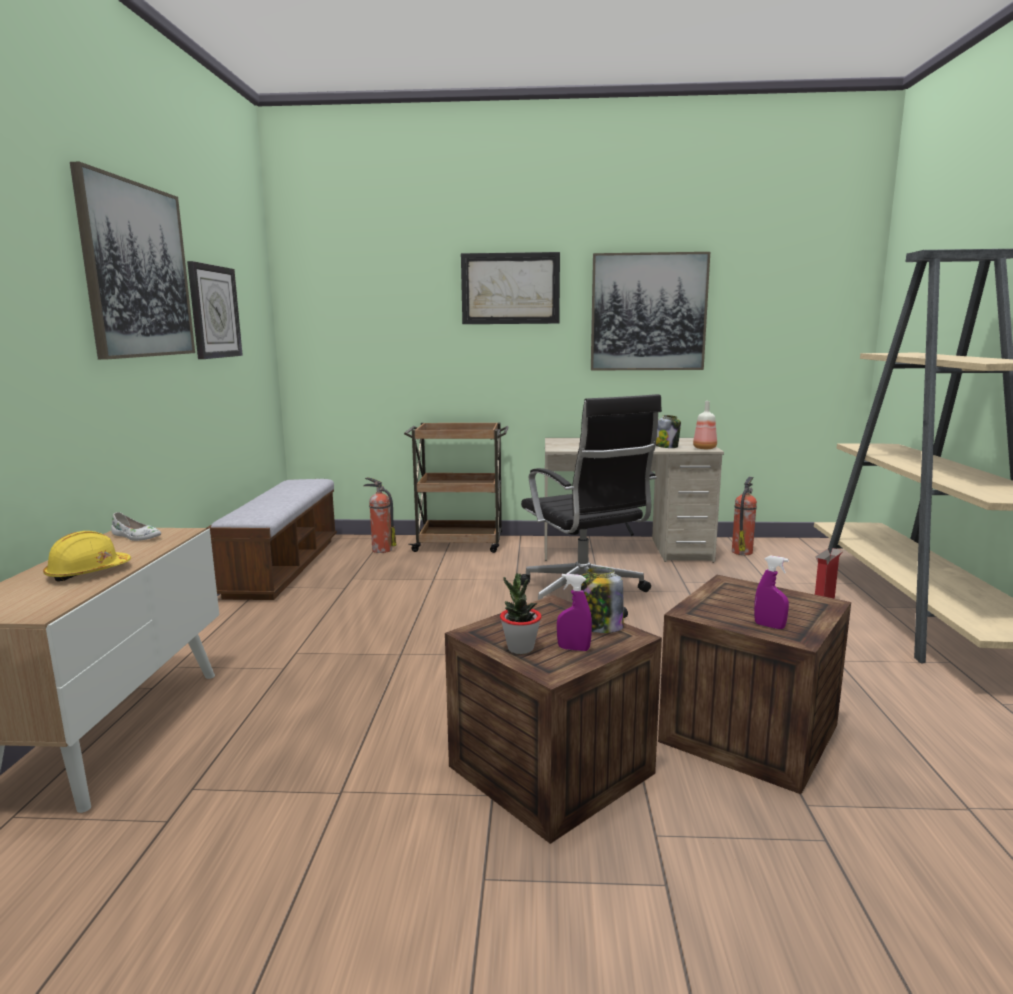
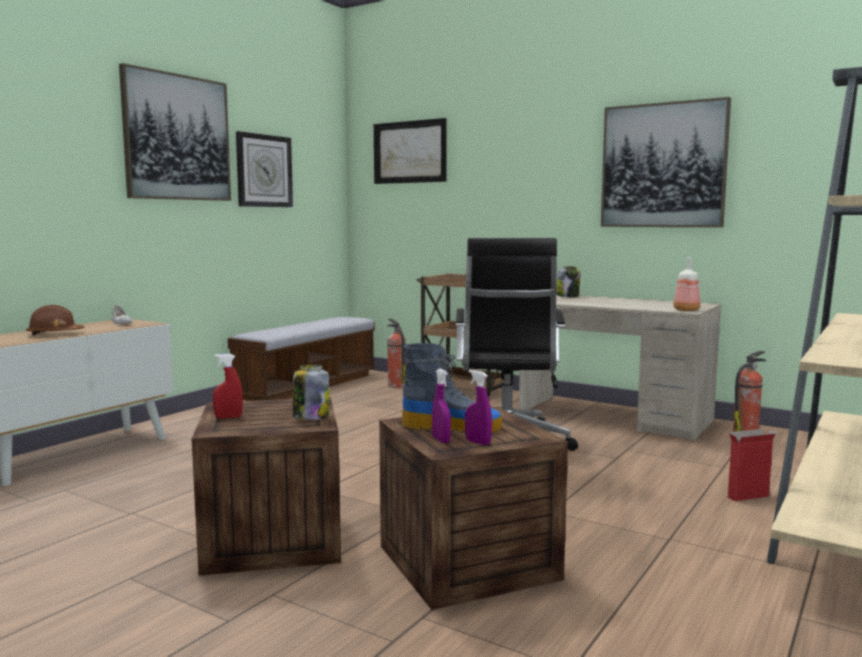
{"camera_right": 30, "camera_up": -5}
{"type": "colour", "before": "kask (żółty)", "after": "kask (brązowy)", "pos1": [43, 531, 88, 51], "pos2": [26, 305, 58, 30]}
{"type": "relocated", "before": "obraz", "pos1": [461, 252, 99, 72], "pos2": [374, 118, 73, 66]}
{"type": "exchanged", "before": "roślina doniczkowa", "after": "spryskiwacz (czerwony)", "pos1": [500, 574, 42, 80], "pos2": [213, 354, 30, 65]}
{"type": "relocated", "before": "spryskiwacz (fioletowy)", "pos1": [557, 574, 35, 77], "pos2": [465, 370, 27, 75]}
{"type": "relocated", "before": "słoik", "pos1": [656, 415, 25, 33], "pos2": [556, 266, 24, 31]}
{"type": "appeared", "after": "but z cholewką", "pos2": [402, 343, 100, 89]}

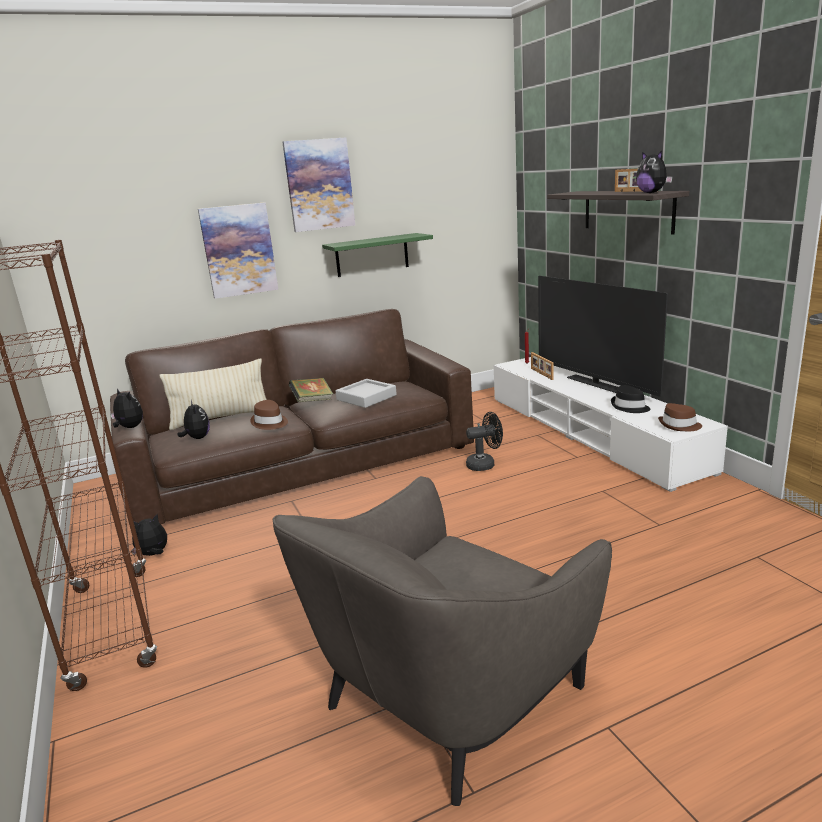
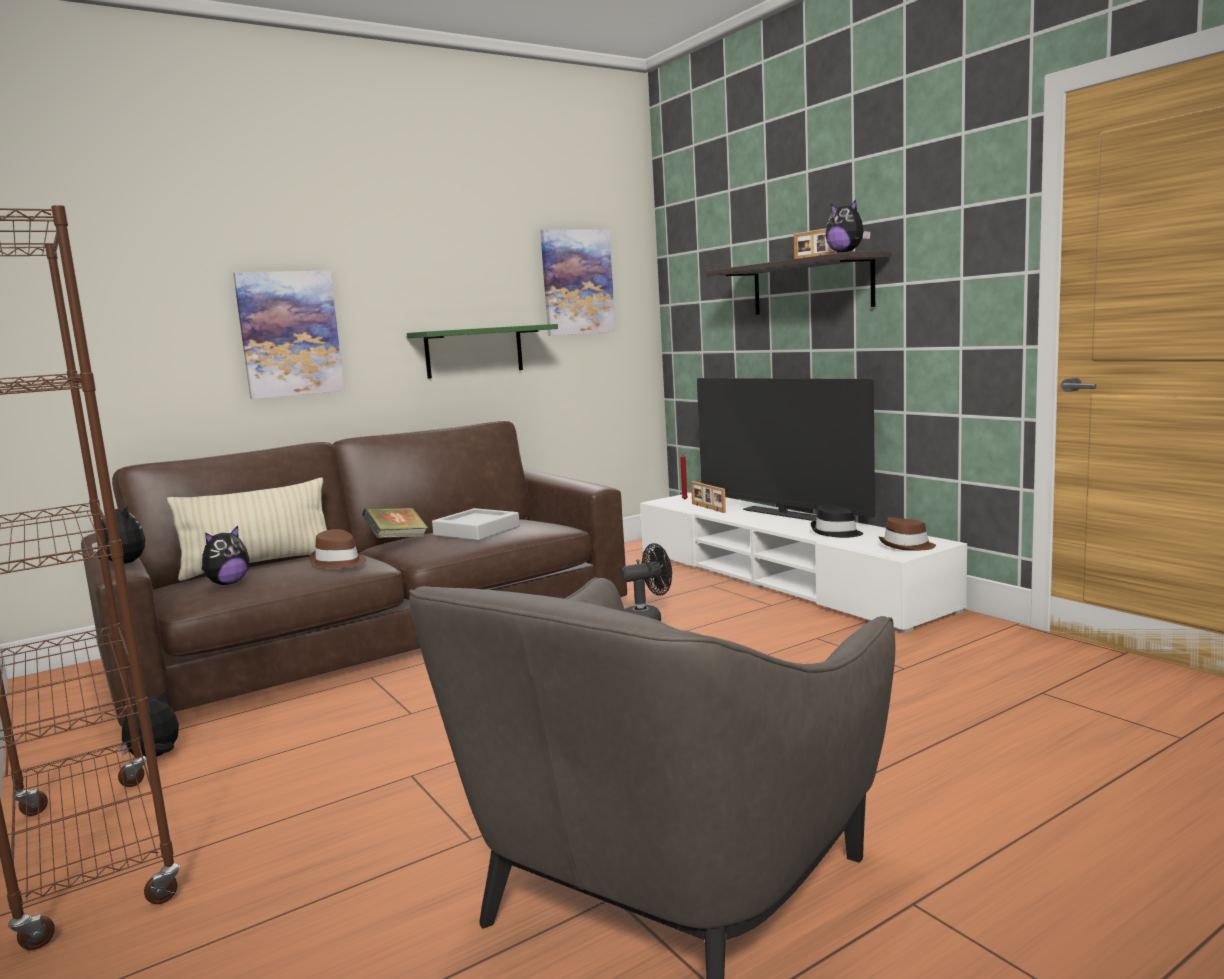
{"camera_right": -10, "camera_up": -10}
{"type": "spun", "before": "pluszak", "pos1": [178, 400, 32, 39], "pos2": [201, 526, 48, 59], "turn": 75}
{"type": "relocated", "before": "obraz", "pos1": [282, 138, 73, 94], "pos2": [540, 229, 75, 107]}

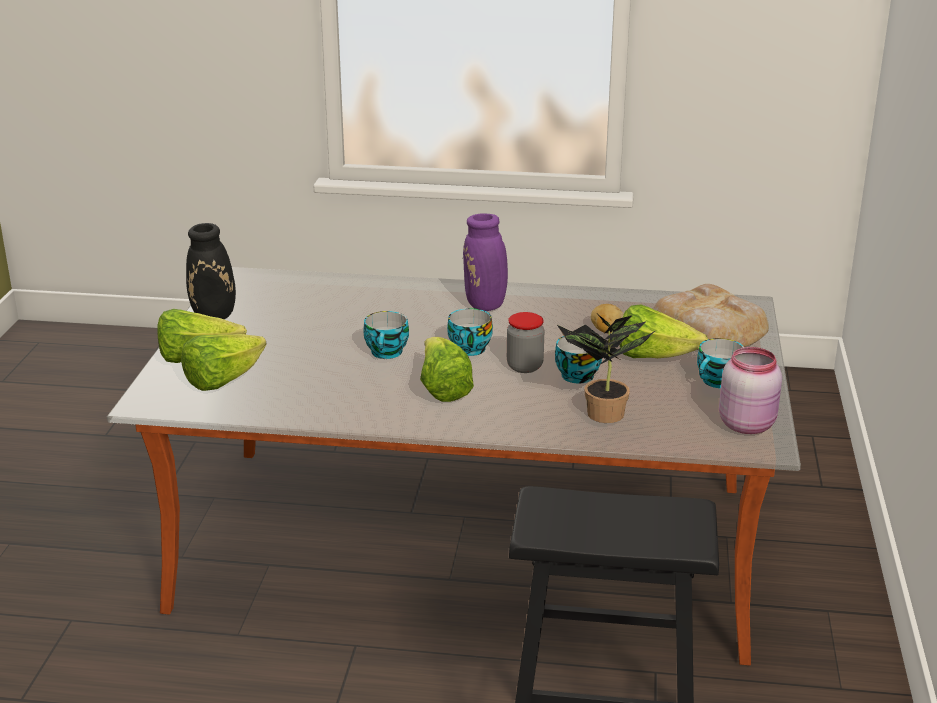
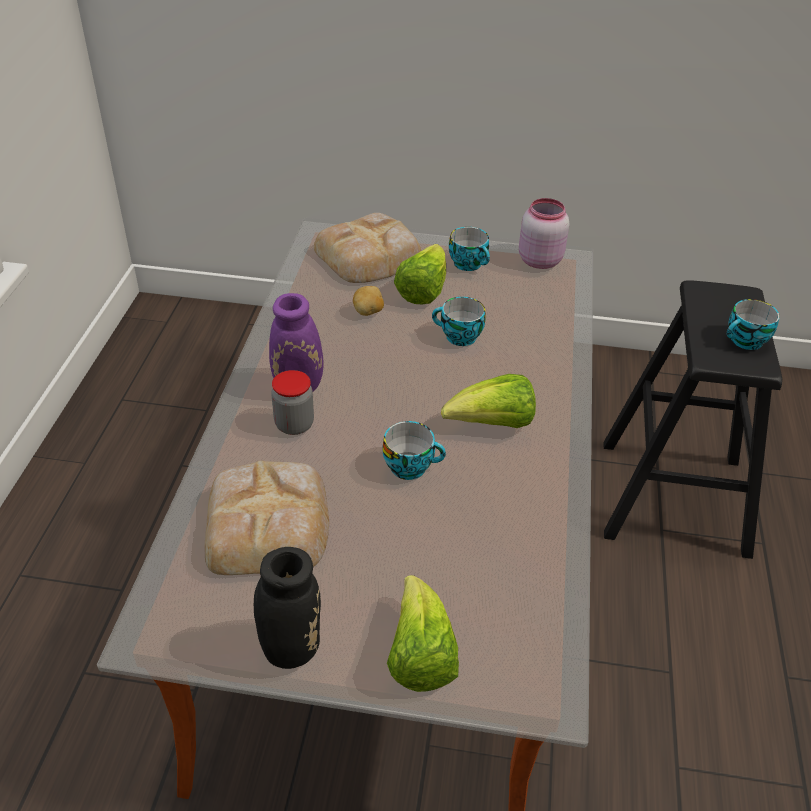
{"camera_right": -90, "camera_up": 15}
{"type": "missing", "before": "sałata", "pos1": [181, 334, 85, 57]}
{"type": "relocated", "before": "filiżanka", "pos1": [447, 308, 46, 48], "pos2": [727, 299, 53, 51]}
{"type": "relocated", "before": "słoik", "pos1": [507, 312, 38, 61], "pos2": [271, 370, 43, 65]}
{"type": "missing", "before": "roślina doniczkowa", "pos1": [557, 315, 98, 108]}
{"type": "appeared", "after": "chleb", "pos2": [205, 460, 124, 115]}

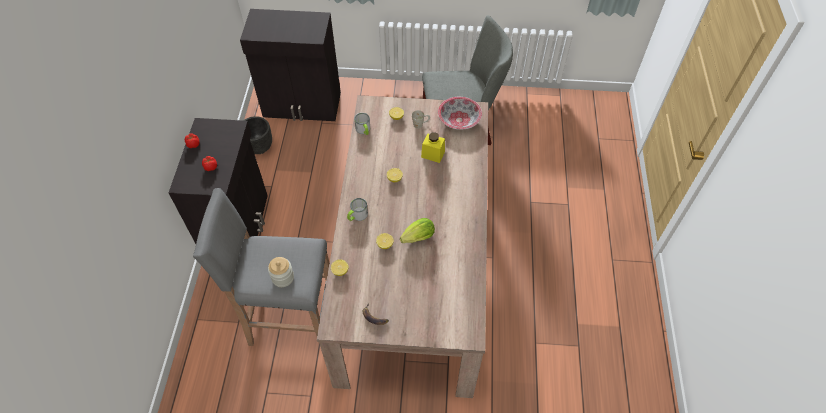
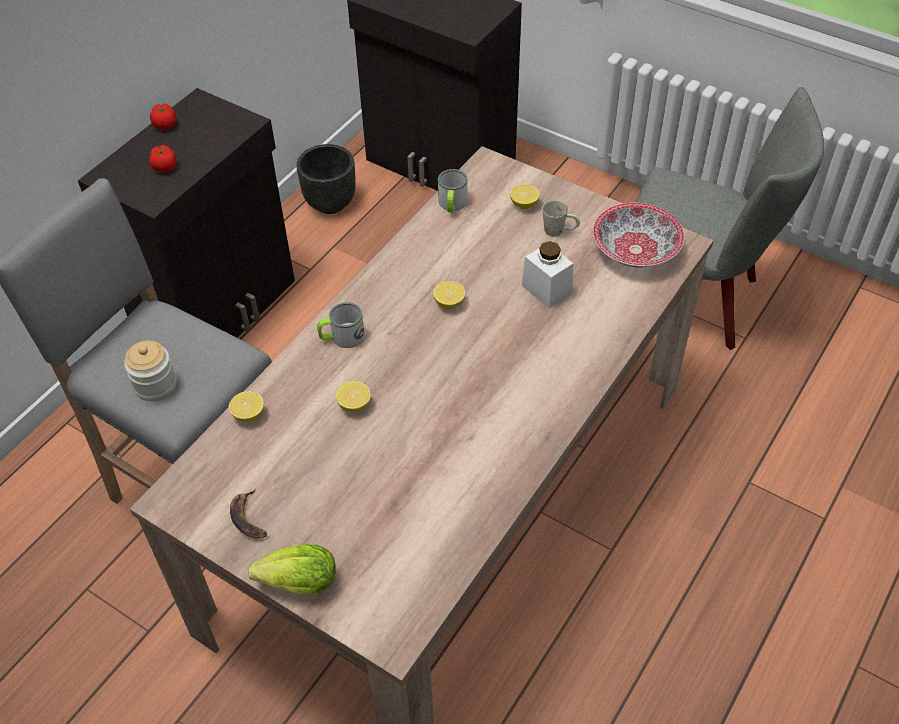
{"camera_right": 30, "camera_up": -5}
{"type": "relocated", "before": "sałata", "pos1": [400, 218, 35, 25], "pos2": [248, 544, 88, 50]}
{"type": "colour", "before": "słoik (żółty)", "after": "słoik (biały)", "pos1": [421, 133, 24, 30], "pos2": [522, 241, 51, 67]}

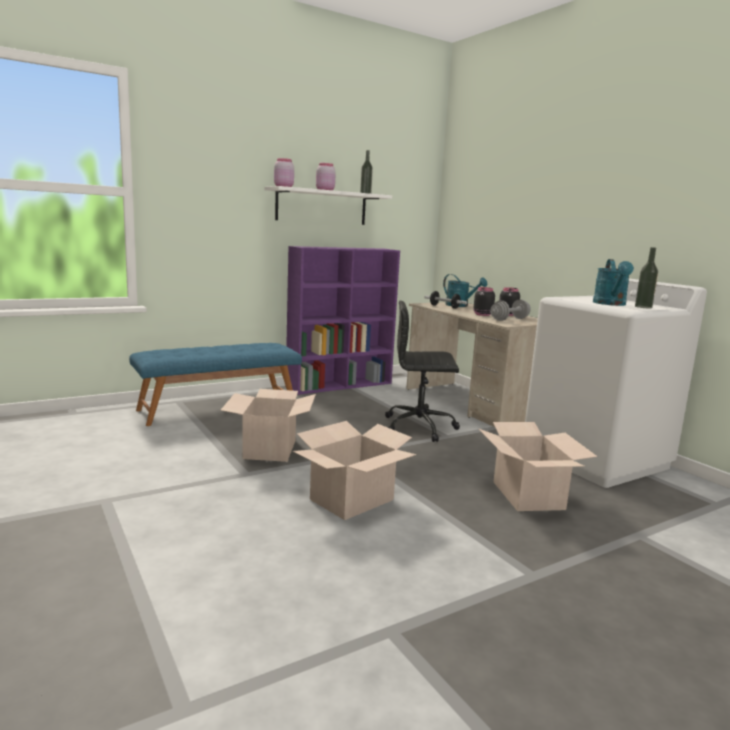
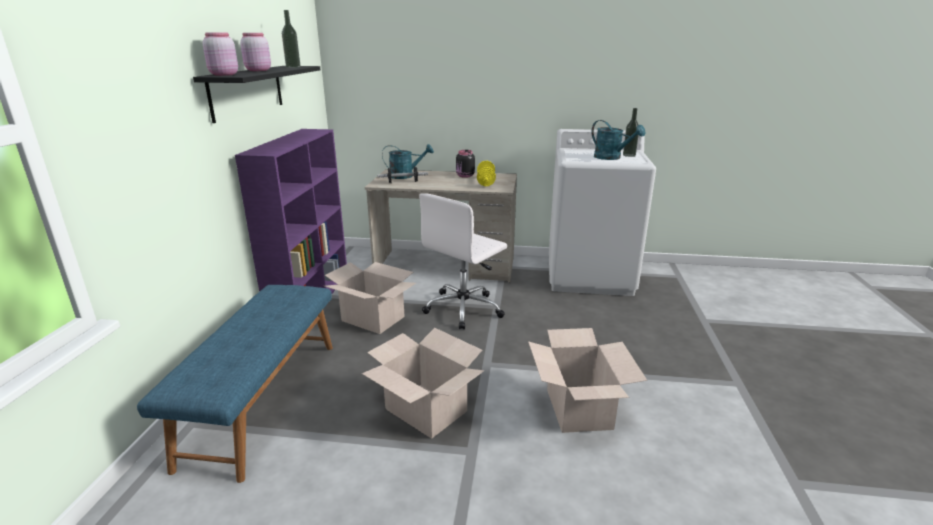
{"camera_right": -50, "camera_up": 10}
{"type": "colour", "before": "półka (biały)", "after": "półka (czarny)", "pos1": [265, 186, 127, 39], "pos2": [193, 66, 128, 57]}
{"type": "colour", "before": "krzesło biurowe (czarny)", "after": "krzesło biurowe (biały)", "pos1": [385, 301, 75, 141], "pos2": [419, 193, 88, 136]}
{"type": "missing", "before": "słoik (czarny)", "pos1": [473, 287, 22, 29]}
{"type": "relocated", "before": "karton", "pos1": [479, 422, 118, 89], "pos2": [325, 262, 91, 72]}
{"type": "colour", "before": "hantel (szary)", "after": "hantel (żółty)", "pos1": [490, 299, 41, 22], "pos2": [477, 161, 19, 25]}

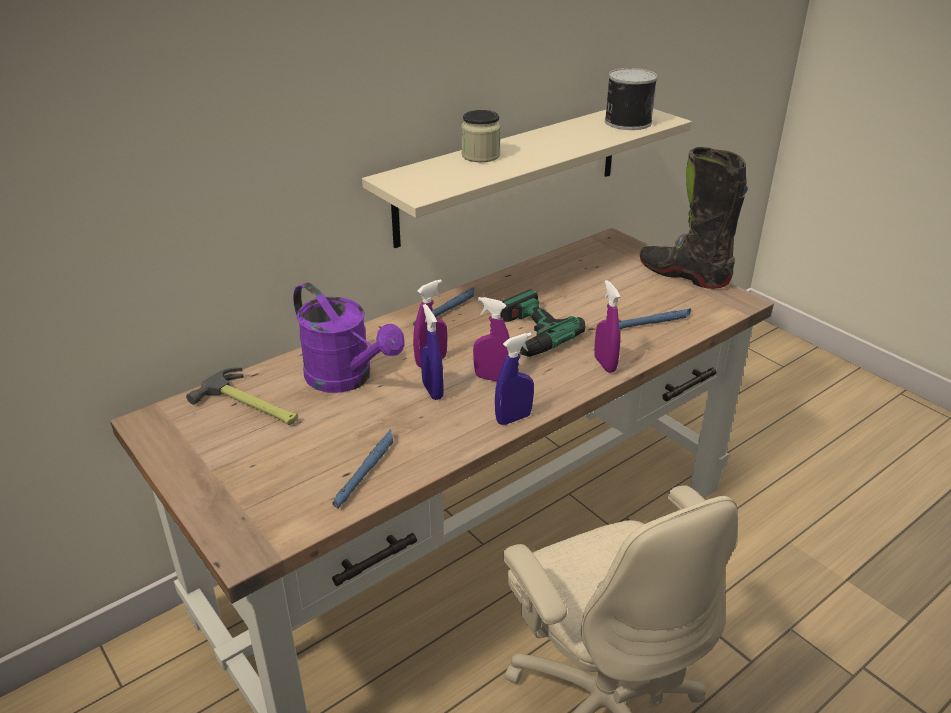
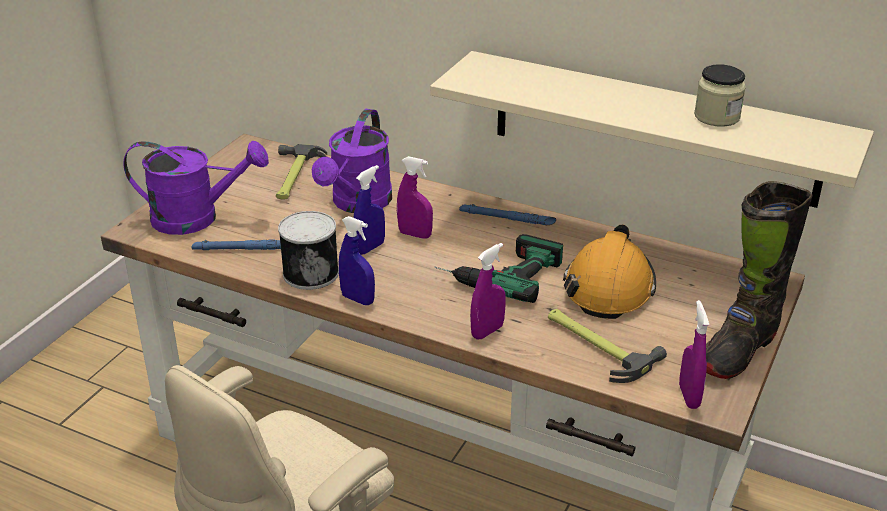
{"camera_right": 65, "camera_up": 0}
{"type": "relocated", "before": "słoik", "pos1": [461, 110, 40, 52], "pos2": [694, 64, 52, 63]}
{"type": "relocated", "before": "spryskiwacz (fioletowy)", "pos1": [473, 297, 37, 85], "pos2": [679, 300, 30, 109]}
{"type": "relocated", "before": "puszka", "pos1": [605, 68, 52, 62], "pos2": [278, 211, 61, 79]}
{"type": "exchanged", "before": "latarka (niebieski)", "after": "młotek", "pos1": [619, 308, 72, 21], "pos2": [548, 309, 119, 74]}
{"type": "spun", "before": "but z cholewką (czarny)", "pos1": [640, 147, 108, 142], "pos2": [706, 181, 107, 198], "turn": -150}
{"type": "appeared", "after": "konewka (fioletowy)", "pos2": [123, 141, 146, 94]}
{"type": "appeared", "after": "kask (pomarańczowy)", "pos2": [563, 225, 93, 94]}

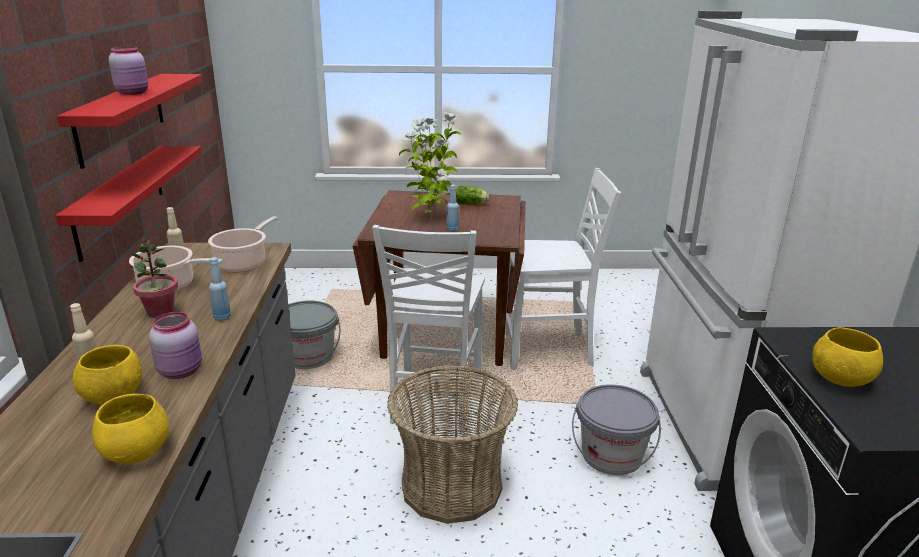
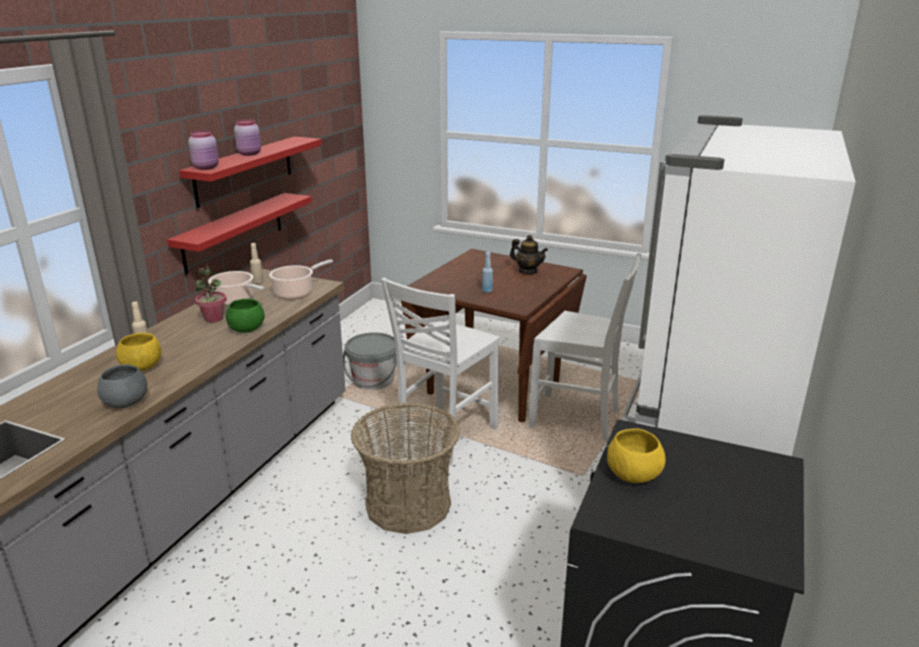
{"camera_right": 25, "camera_up": 0}
{"type": "colour", "before": "miska (żółty)", "after": "miska (szary)", "pos1": [92, 394, 78, 70], "pos2": [97, 364, 50, 44]}
{"type": "relocated", "before": "słoik (różowy)", "pos1": [149, 312, 53, 67], "pos2": [188, 130, 31, 40]}
{"type": "exchanged", "before": "butelka (niebieski)", "after": "miska (zielony)", "pos1": [209, 257, 22, 64], "pos2": [226, 299, 39, 34]}
{"type": "missing", "before": "roślina doniczkowa", "pos1": [399, 112, 63, 108]}
{"type": "exchanged", "before": "sałata", "after": "imbryk", "pos1": [456, 186, 33, 19], "pos2": [510, 235, 38, 39]}
{"type": "missing", "before": "wiadro (szary)", "pos1": [572, 384, 89, 91]}

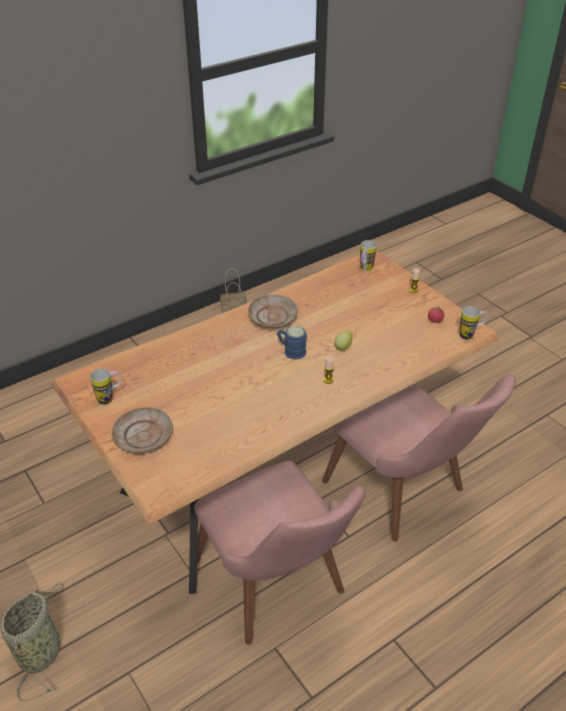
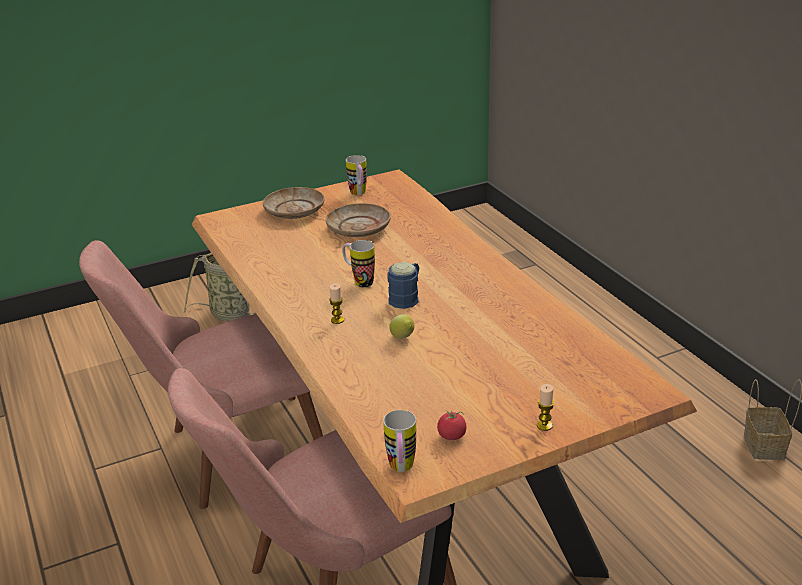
{"camera_right": 100, "camera_up": -10}
{"type": "relocated", "before": "talerz (beżowy)", "pos1": [248, 295, 50, 34], "pos2": [326, 203, 65, 34]}
{"type": "relocated", "before": "kubek", "pos1": [360, 240, 17, 31], "pos2": [342, 240, 33, 47]}

